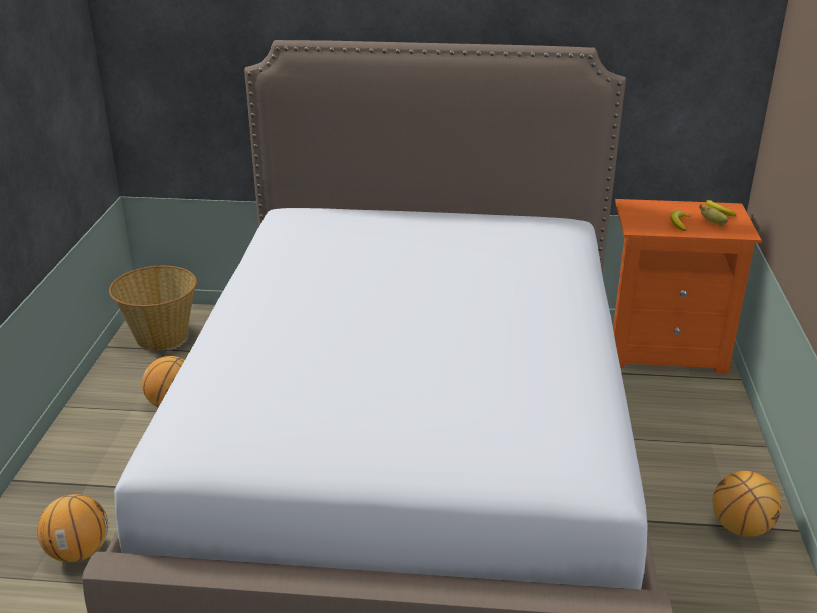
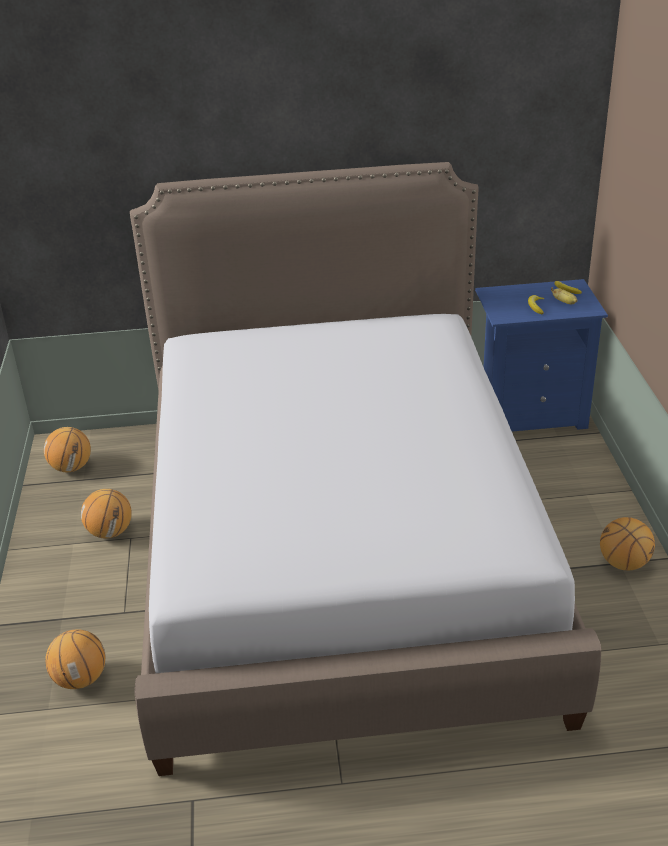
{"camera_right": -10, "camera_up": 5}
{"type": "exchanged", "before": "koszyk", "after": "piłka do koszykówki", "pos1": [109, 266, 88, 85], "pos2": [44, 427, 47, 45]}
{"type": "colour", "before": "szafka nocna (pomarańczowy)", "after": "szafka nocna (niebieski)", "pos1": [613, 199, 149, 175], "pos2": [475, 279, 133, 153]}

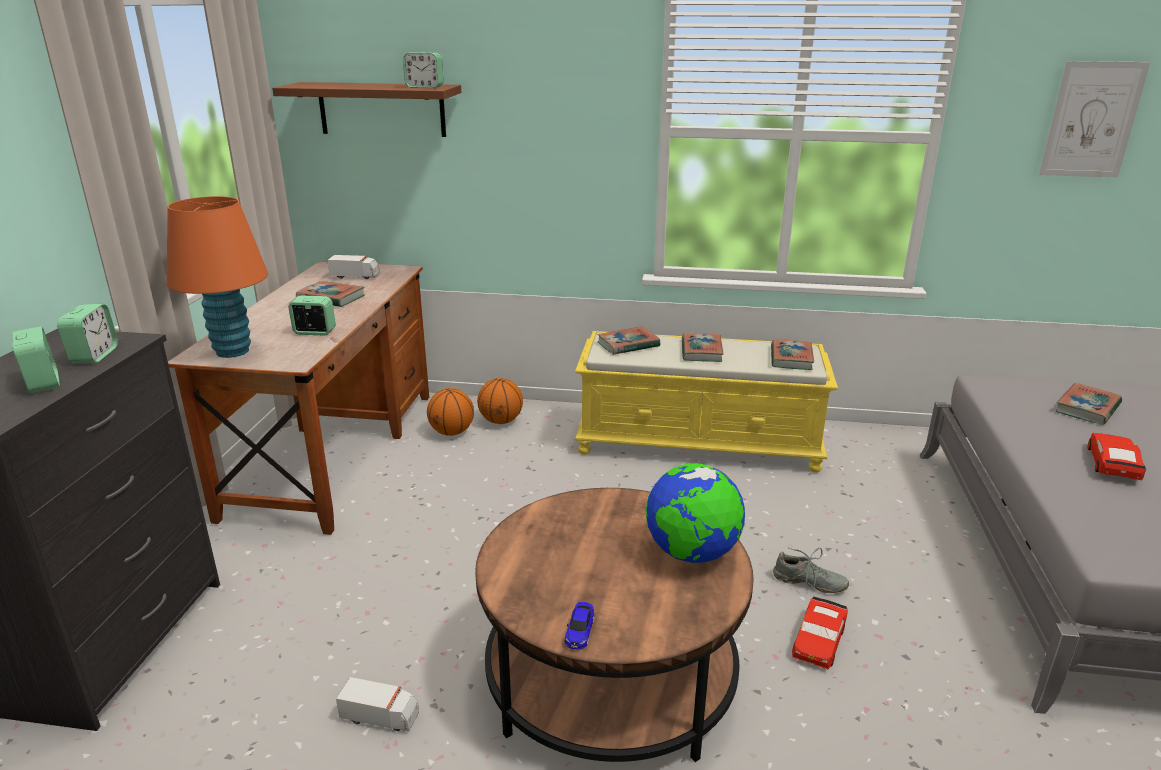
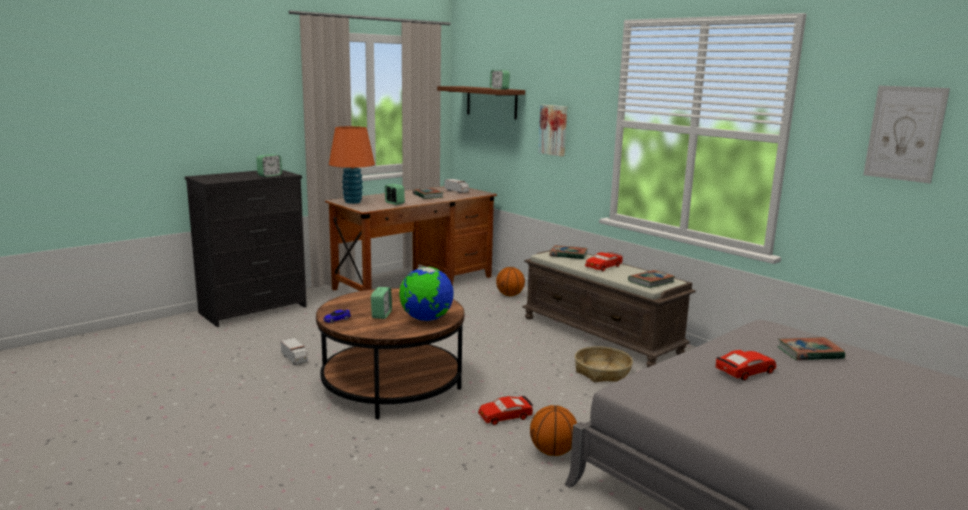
{"camera_right": 40, "camera_up": -10}
{"type": "relocated", "before": "budzik", "pos1": [12, 326, 48, 67], "pos2": [371, 287, 21, 32]}
{"type": "relocated", "before": "piłka do koszykówki", "pos1": [427, 388, 47, 48], "pos2": [530, 405, 47, 51]}
{"type": "colour", "before": "ławka (żółty)", "after": "ławka (brązowy)", "pos1": [575, 331, 263, 142], "pos2": [522, 250, 174, 117]}
{"type": "exchanged", "before": "książka", "after": "samochodzik (czerwony)", "pos1": [682, 333, 41, 29], "pos2": [585, 252, 38, 20]}
{"type": "missing", "before": "but (szary)", "pos1": [773, 547, 76, 46]}
{"type": "appeared", "after": "obraz", "pos2": [538, 105, 29, 51]}
{"type": "appeared", "after": "koszyk", "pos2": [575, 346, 58, 36]}

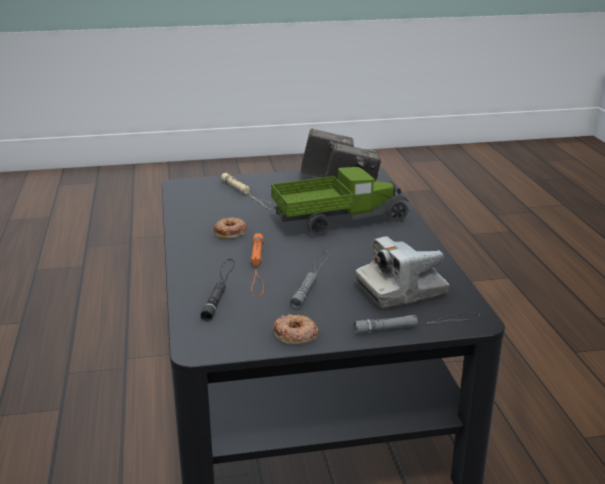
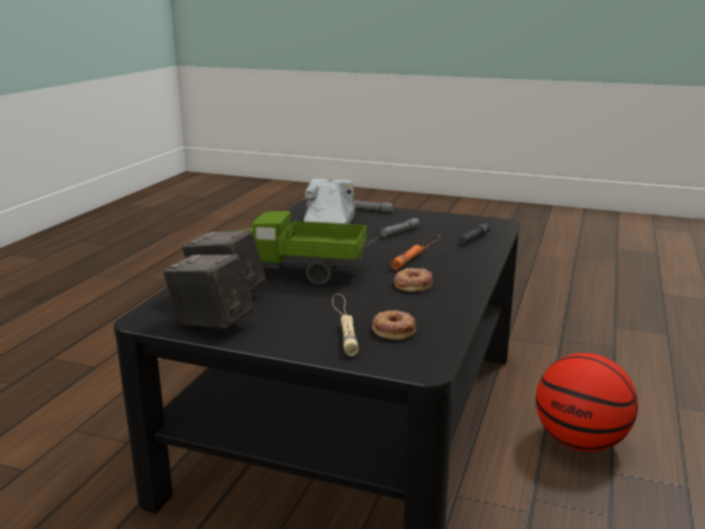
{"camera_right": -150, "camera_up": -5}
{"type": "relocated", "before": "donut", "pos1": [273, 314, 45, 31], "pos2": [372, 310, 44, 30]}
{"type": "spun", "before": "aparat fotograficzny", "pos1": [356, 237, 93, 71], "pos2": [304, 179, 51, 49], "turn": -90}
{"type": "appeared", "after": "piłka do koszykówki", "pos2": [536, 353, 102, 99]}

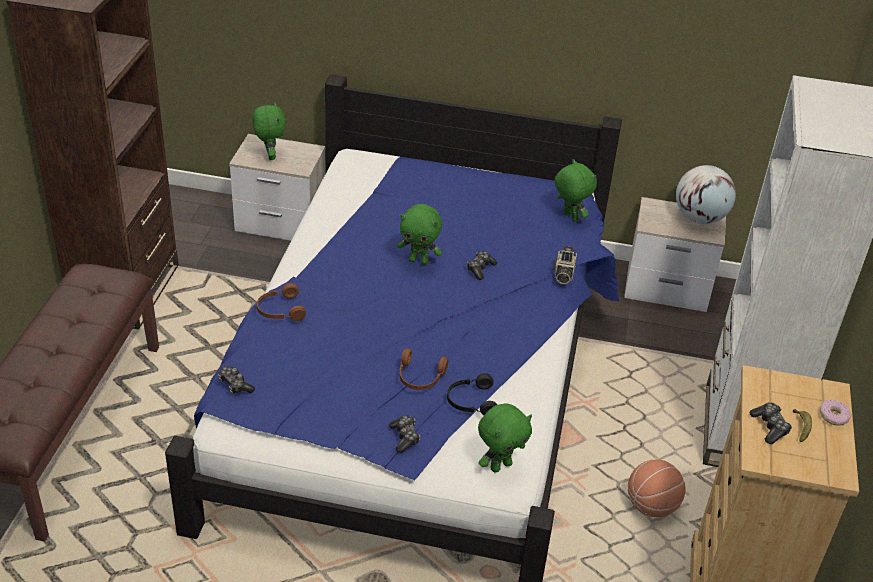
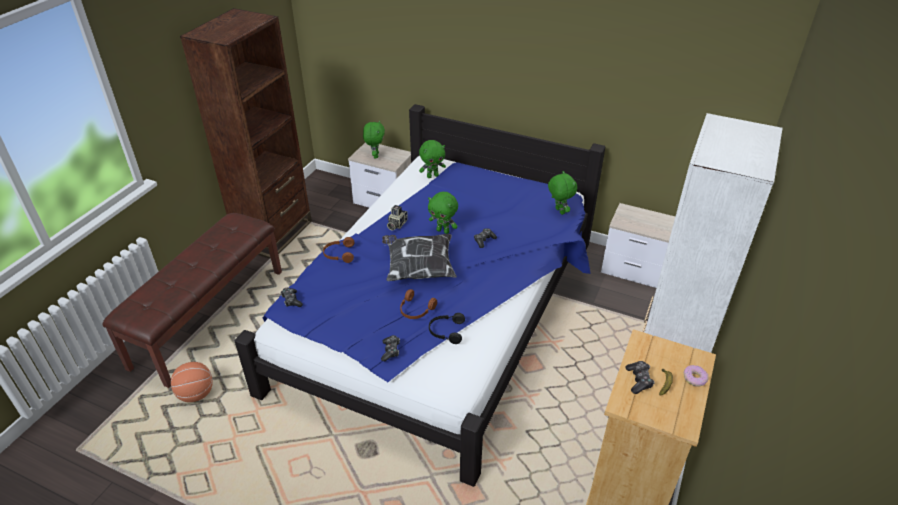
{"camera_right": 15, "camera_up": 0}
{"type": "relocated", "before": "pluszak (zielony)", "pos1": [478, 404, 54, 69], "pos2": [419, 140, 27, 38]}
{"type": "relocated", "before": "aparat fotograficzny", "pos1": [553, 246, 24, 38], "pos2": [387, 205, 21, 26]}
{"type": "relocated", "before": "piłka do koszykówki", "pos1": [628, 460, 58, 57], "pos2": [171, 362, 42, 40]}
{"type": "missing", "before": "globus", "pos1": [676, 165, 60, 59]}
{"type": "appeared", "after": "poduszka", "pos2": [382, 234, 75, 47]}

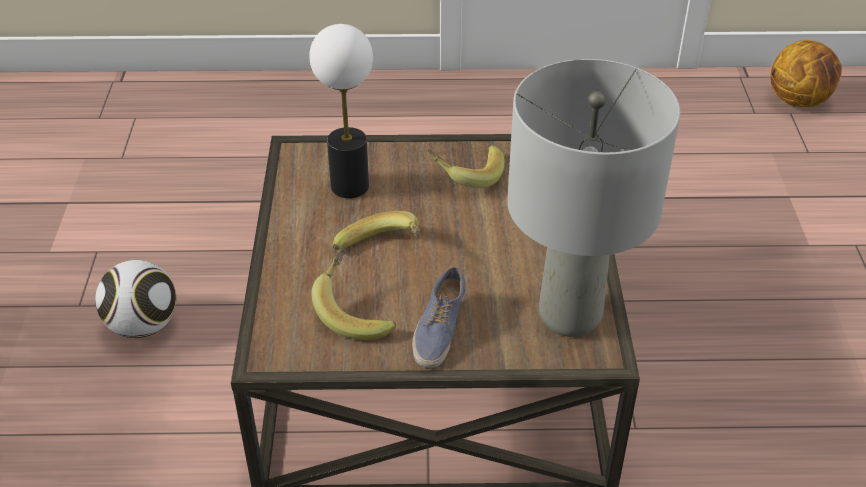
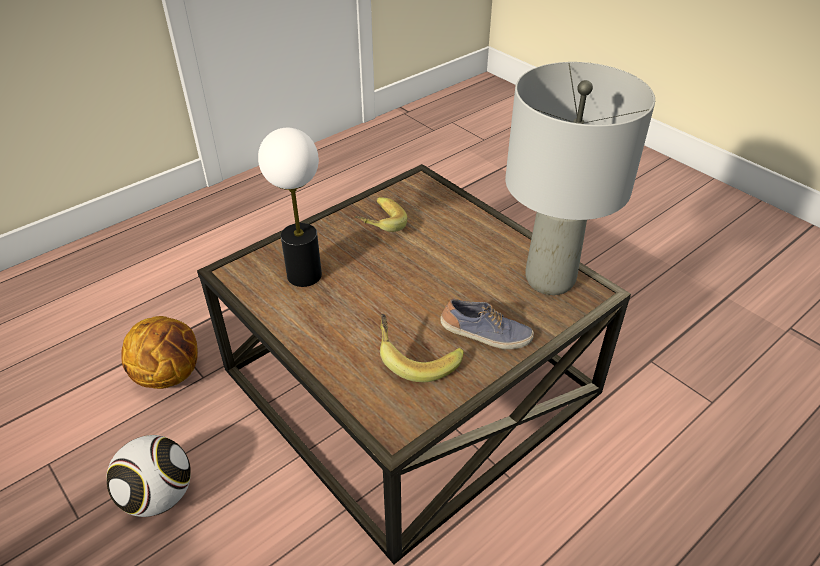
{"camera_right": -40, "camera_up": 0}
{"type": "missing", "before": "banan", "pos1": [333, 211, 87, 39]}
{"type": "spun", "before": "but", "pos1": [412, 265, 55, 103], "pos2": [440, 299, 94, 50], "turn": -60}
{"type": "relocated", "before": "piłka do koszykówki", "pos1": [771, 40, 71, 67], "pos2": [121, 316, 77, 73]}

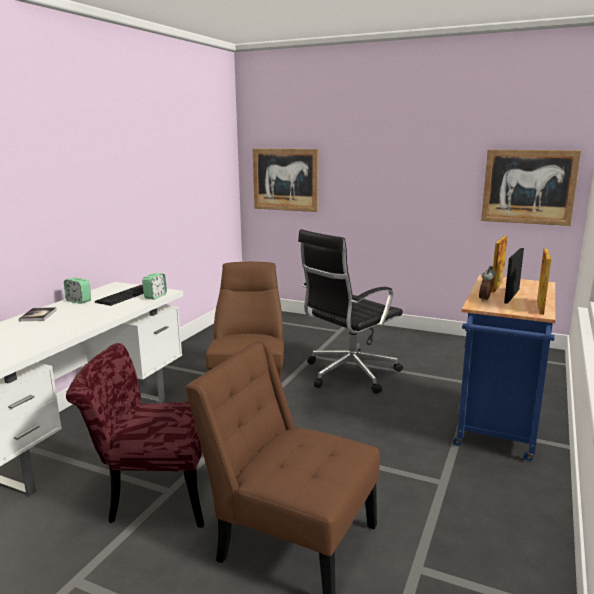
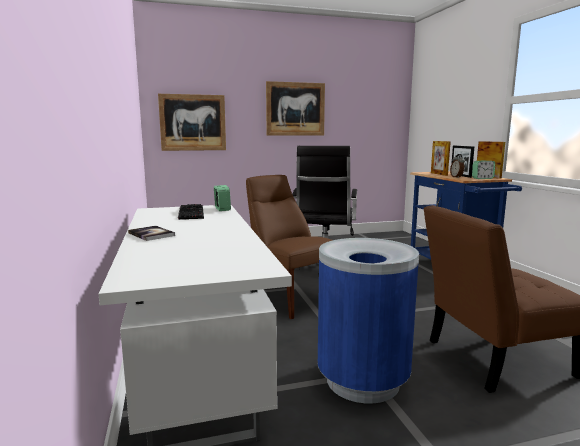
{"camera_right": -40, "camera_up": -5}
{"type": "relocated", "before": "budzik", "pos1": [64, 278, 27, 26], "pos2": [472, 160, 23, 19]}
{"type": "exchanged", "before": "krzesło (czerwony)", "after": "kosz na śmieci (niebieski)", "pos1": [66, 343, 138, 185], "pos2": [317, 238, 102, 166]}
{"type": "relocated", "before": "obraz", "pos1": [481, 150, 100, 76], "pos2": [266, 81, 59, 55]}

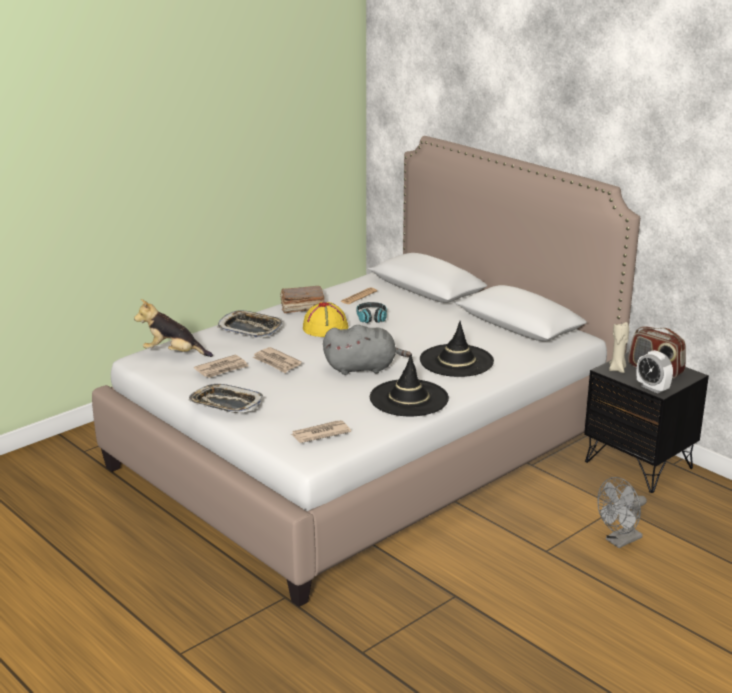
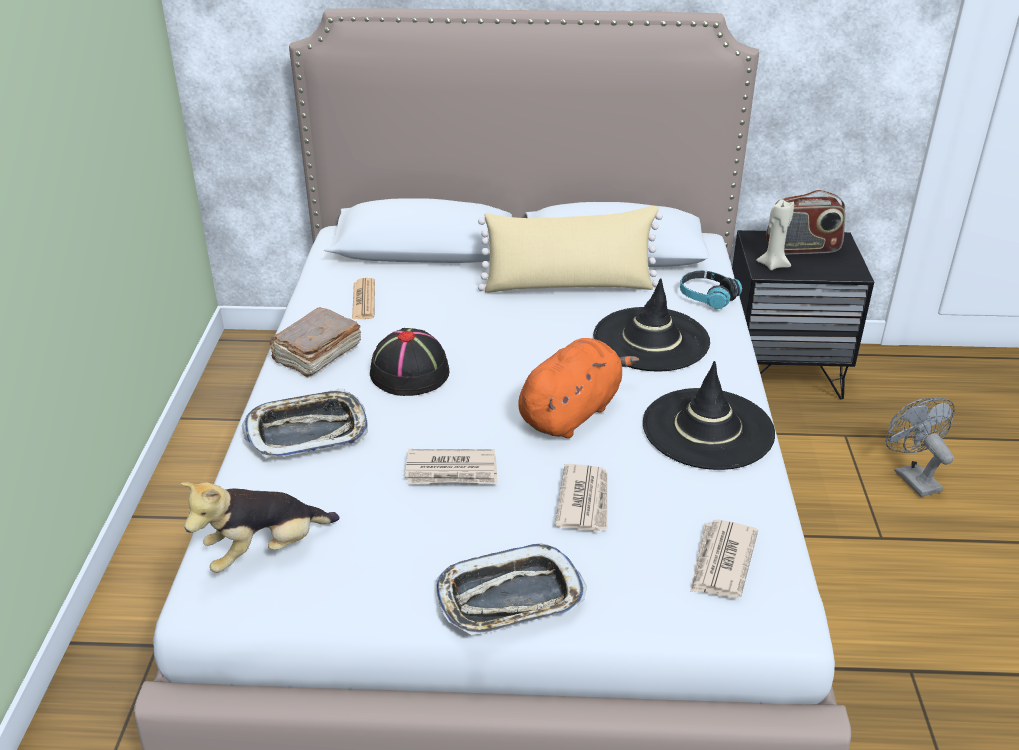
{"camera_right": -45, "camera_up": 10}
{"type": "relocated", "before": "gazeta", "pos1": [194, 355, 54, 23], "pos2": [555, 464, 53, 68]}
{"type": "colour", "before": "kapelusz (żółty)", "after": "kapelusz (czarny)", "pos1": [303, 302, 46, 35], "pos2": [370, 328, 79, 68]}
{"type": "colour", "before": "pluszak (szary)", "after": "pluszak (pomarańczowy)", "pos1": [323, 325, 89, 50], "pos2": [519, 338, 120, 100]}
{"type": "relocated", "before": "słuchawki", "pos1": [357, 302, 30, 21], "pos2": [680, 270, 62, 39]}
{"type": "spun", "before": "wentylator (szary)", "pos1": [597, 477, 50, 71], "pos2": [885, 398, 70, 99], "turn": 150}
{"type": "missing", "before": "budzik", "pos1": [637, 350, 36, 44]}
{"type": "appeared", "after": "poduszka (beżowy)", "pos2": [478, 206, 185, 87]}

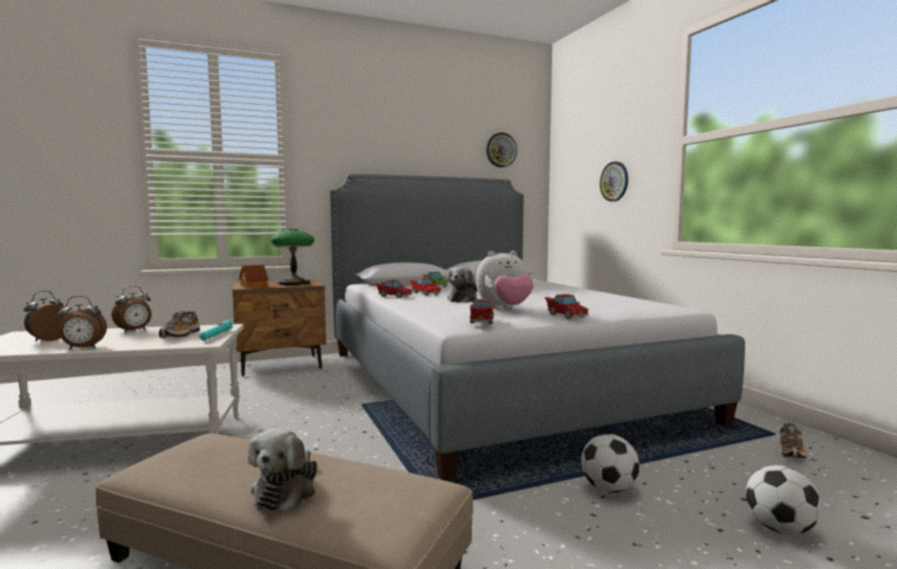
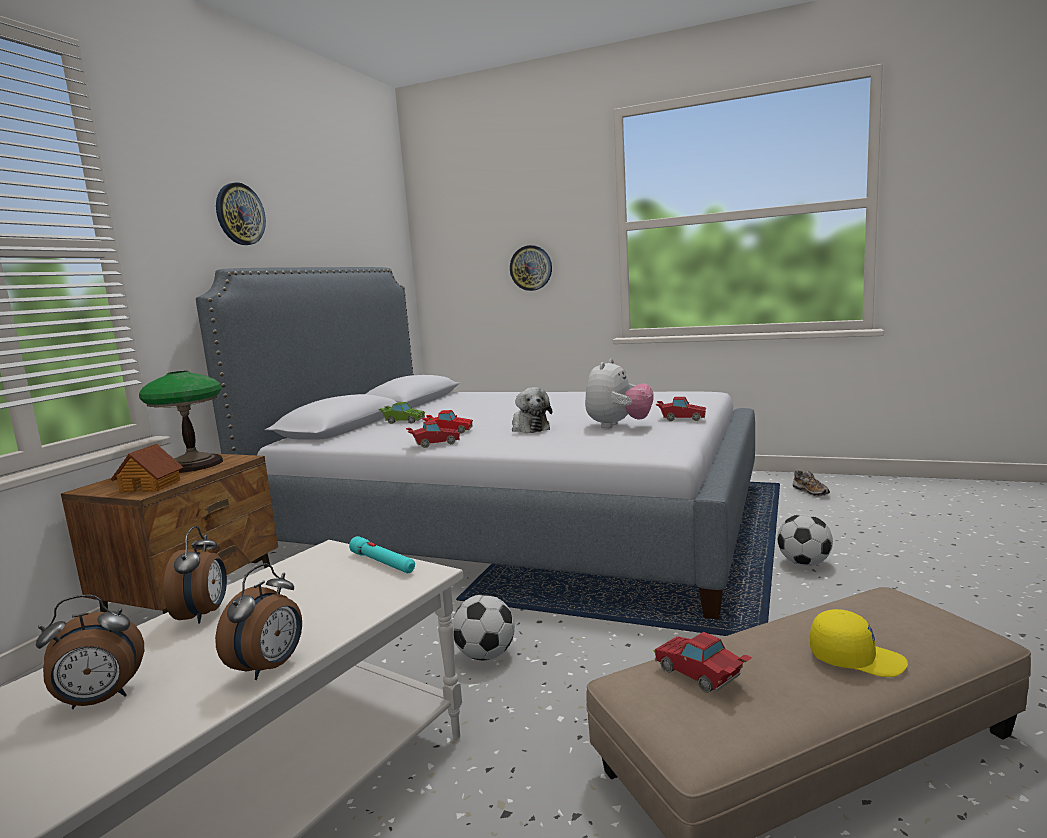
{"camera_right": -45, "camera_up": 5}
{"type": "spun", "before": "budzik", "pos1": [23, 291, 46, 51], "pos2": [36, 594, 108, 115], "turn": -90}
{"type": "missing", "before": "but", "pos1": [159, 310, 41, 28]}
{"type": "exchanged", "before": "pluszak", "after": "czapka z daszkiem (żółty)", "pos1": [248, 429, 69, 82], "pos2": [810, 609, 98, 68]}
{"type": "relocated", "before": "samochodzik (czerwony)", "pos1": [470, 299, 25, 25], "pos2": [654, 632, 98, 61]}
{"type": "relocated", "before": "zegar ścienny", "pos1": [486, 132, 31, 36], "pos2": [216, 182, 50, 63]}
{"type": "relocated", "before": "piłka futbolowa", "pos1": [746, 465, 76, 70], "pos2": [452, 594, 63, 66]}

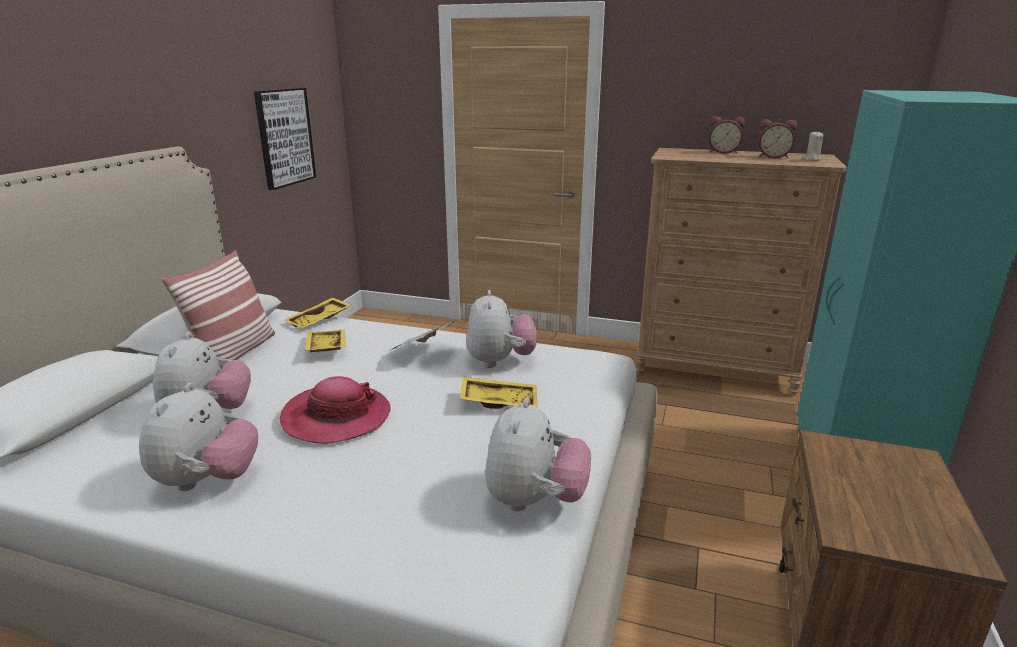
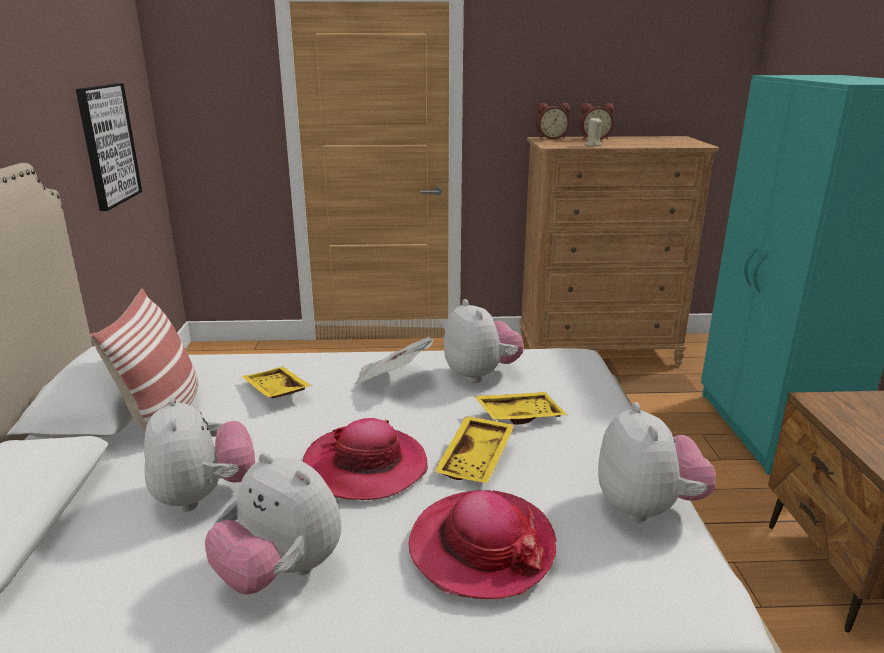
{"camera_right": -20, "camera_up": 0}
{"type": "spun", "before": "pluszak", "pos1": [139, 382, 119, 109], "pos2": [205, 453, 137, 141], "turn": 135}
{"type": "relocated", "before": "taca (żółty)", "pos1": [285, 297, 66, 31], "pos2": [434, 416, 81, 67]}
{"type": "relocated", "before": "budzik", "pos1": [758, 119, 39, 39], "pos2": [536, 103, 34, 36]}
{"type": "relocated", "before": "świeca (beżowy)", "pos1": [803, 131, 21, 30], "pos2": [584, 117, 18, 29]}
{"type": "appeared", "after": "kapelusz", "pos2": [408, 490, 148, 109]}

